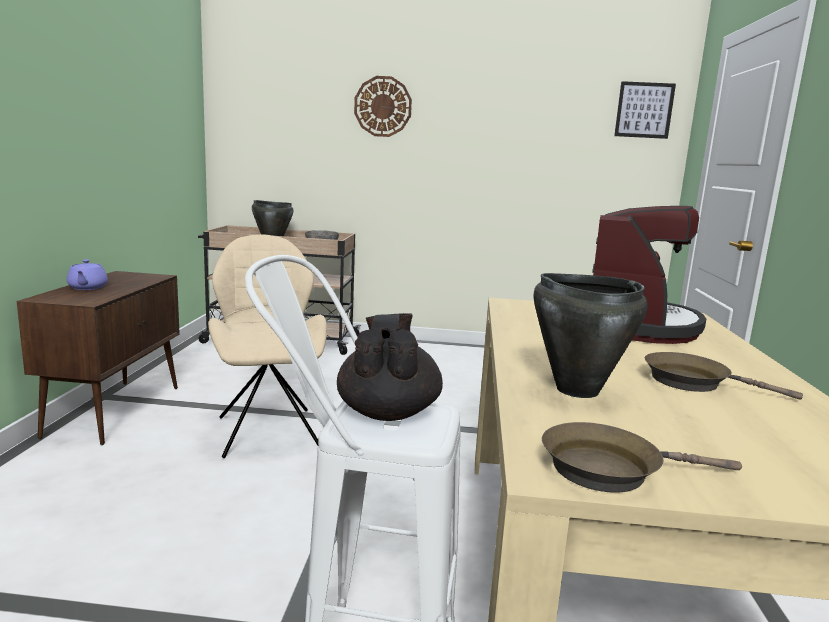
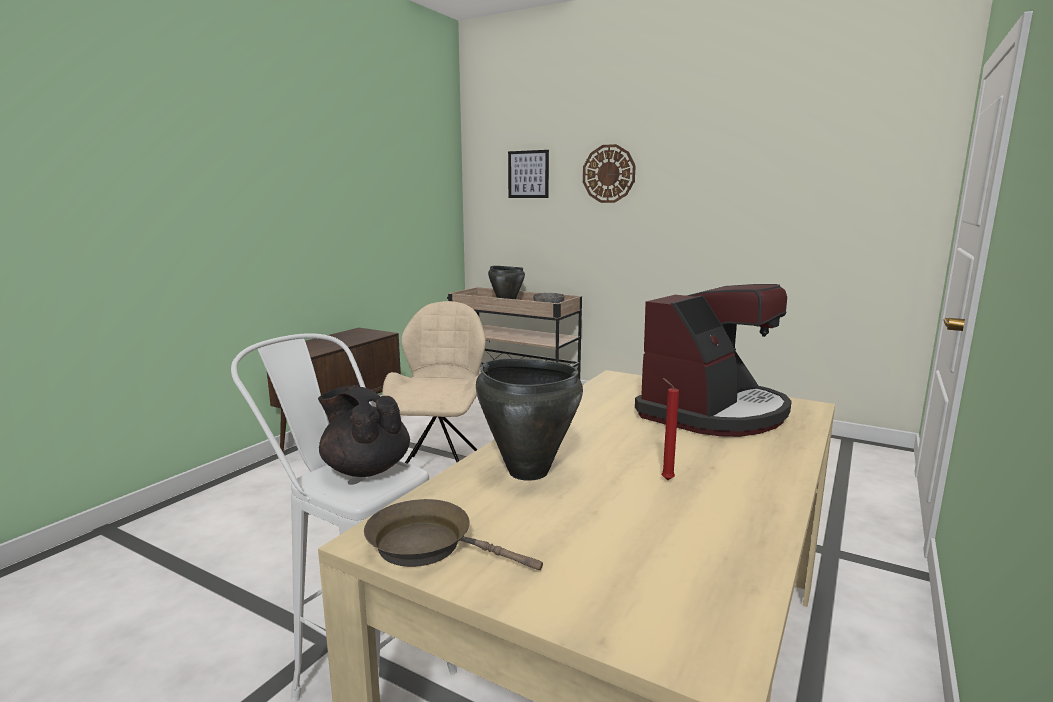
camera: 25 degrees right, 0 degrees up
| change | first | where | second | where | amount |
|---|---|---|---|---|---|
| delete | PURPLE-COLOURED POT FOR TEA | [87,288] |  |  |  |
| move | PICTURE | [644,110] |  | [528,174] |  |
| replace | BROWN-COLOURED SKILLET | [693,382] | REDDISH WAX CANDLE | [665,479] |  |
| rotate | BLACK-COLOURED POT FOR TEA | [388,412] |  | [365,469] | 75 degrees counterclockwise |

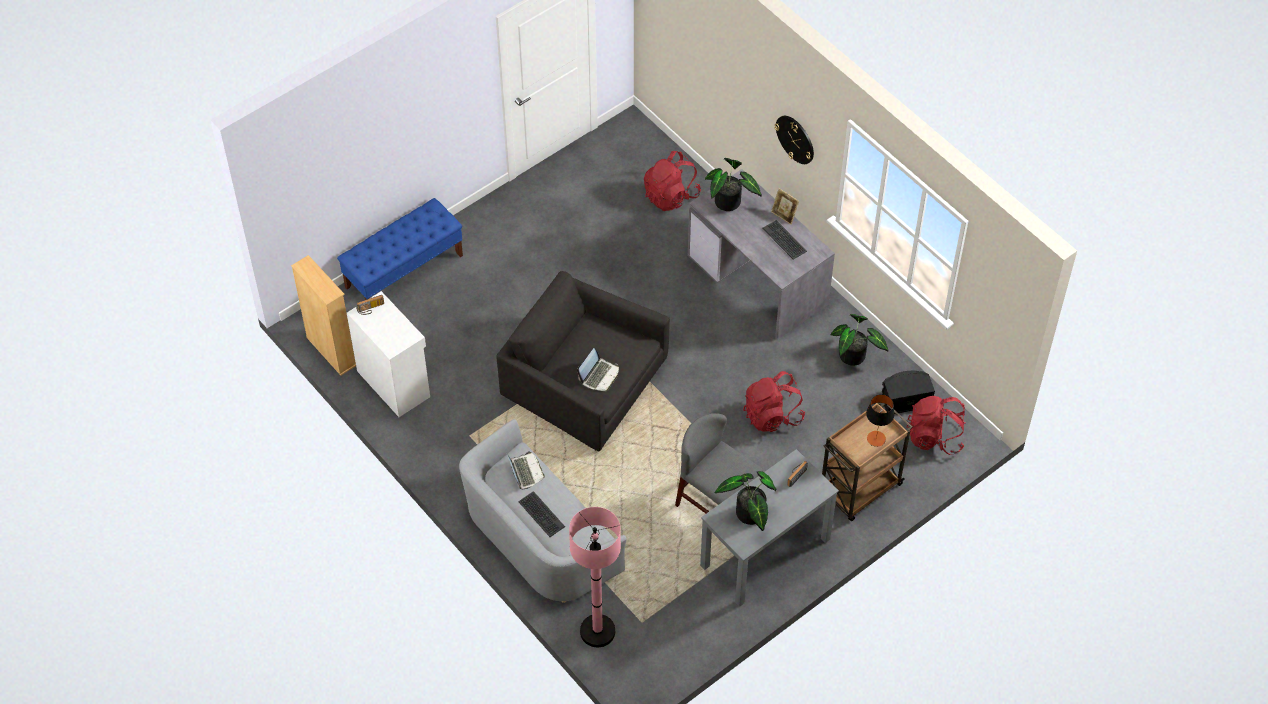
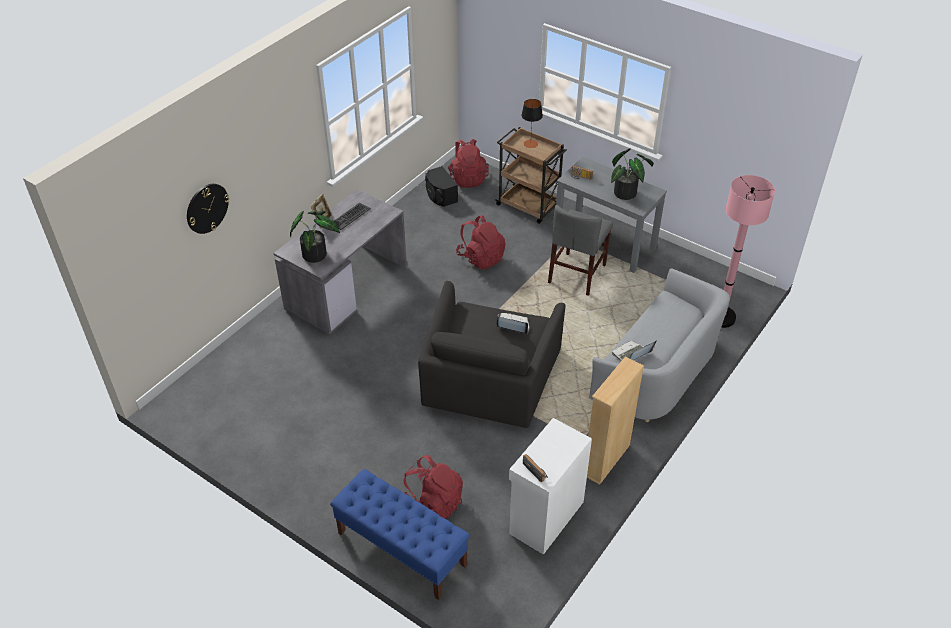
camera: 105 degrees left, 10 degrees down
| change | first | where | second | where | amount |
|---|---|---|---|---|---|
| delete | PC KEYBOARD | [541,514] |  |  |  |
| delete | POTTED PLANT | [854,357] |  |  |  |
| move | BEIGE-COLOURED SHELVING UNIT | [331,351] |  | [606,460] |  |
| move | REDDISH BACKPACK | [671,196] |  | [433,502] |  |
| move | CLOCK ON THE WALL | [795,139] |  | [207,208] |  |

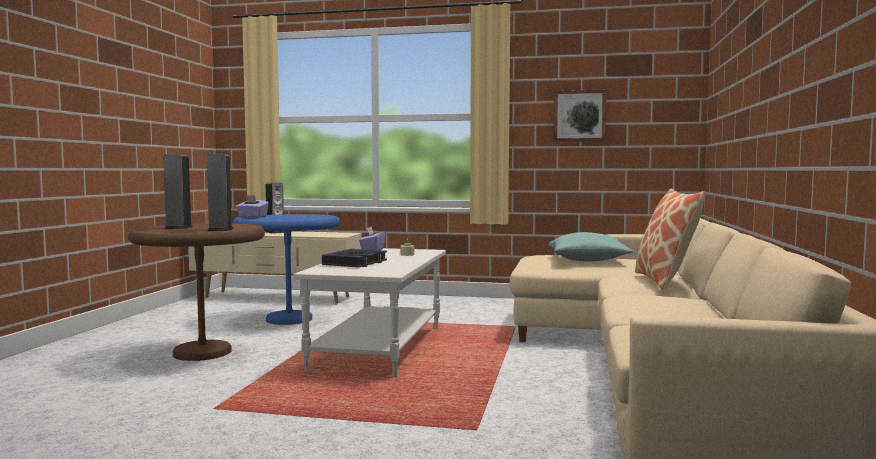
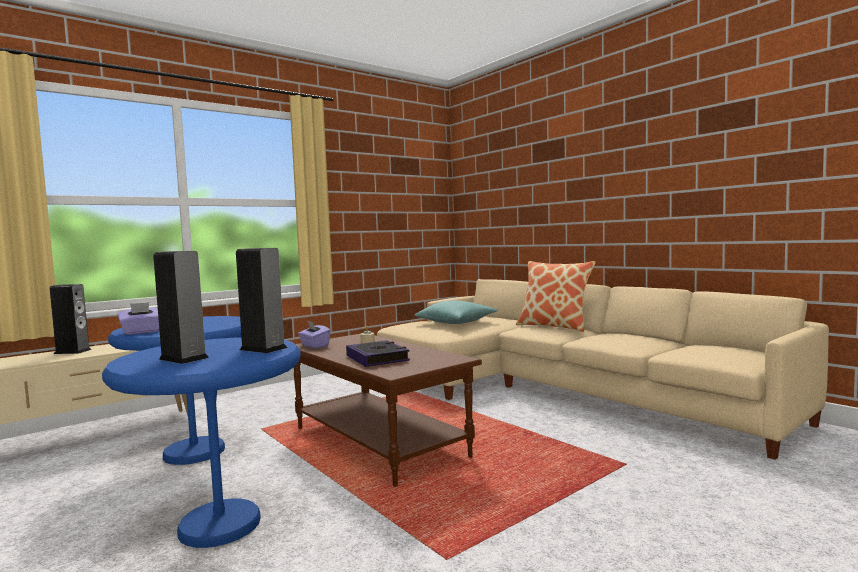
camera: 50 degrees left, 0 degrees up
| change | first | where | second | where | amount |
|---|---|---|---|---|---|
| delete | PICTURE | [579,116] |  |  |  |
| recolor | BROWN-COLOURED END TABLE | [202,352] | BLUE END TABLE | [220,525] |  |
| recolor | WHITE-COLOURED COFFEE TABLE | [380,348] | BROWN-COLOURED COFFEE TABLE | [380,442] |  |

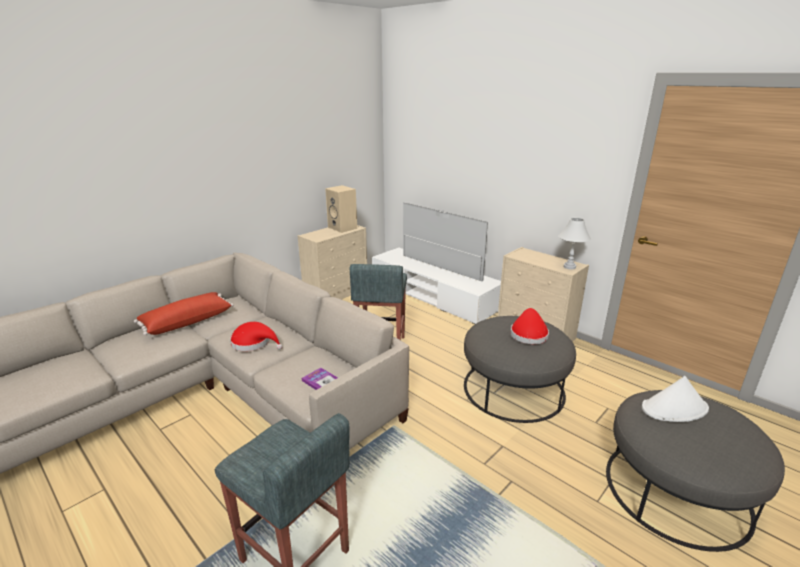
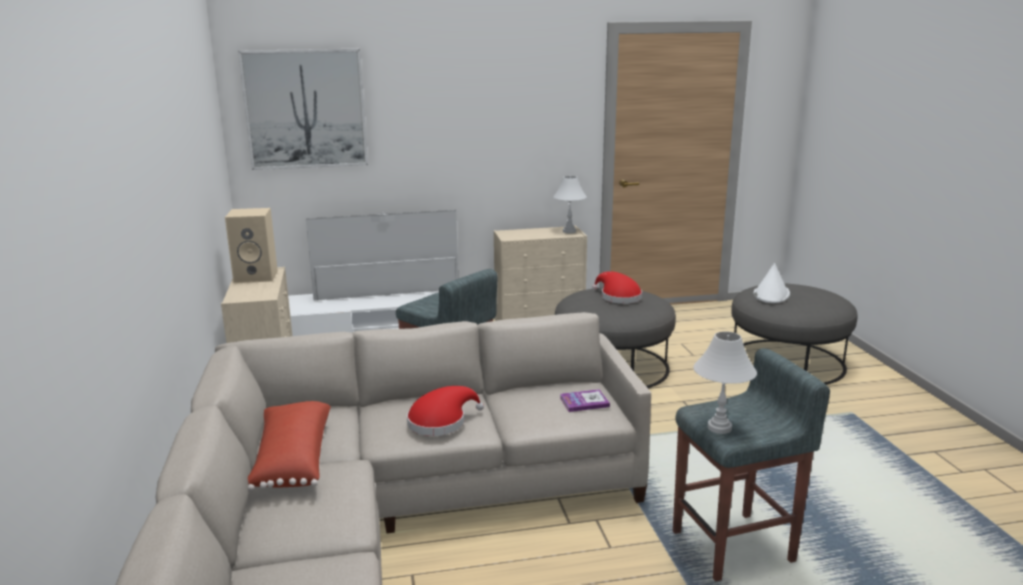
camera: 55 degrees left, 5 degrees down
| change | first | where | second | where | amount |
|---|---|---|---|---|---|
| insert |  |  | PICTURE | [305,109] |  |
| insert |  |  | WHITE-COLOURED TABLETOP LAMP | [719,427] |  |

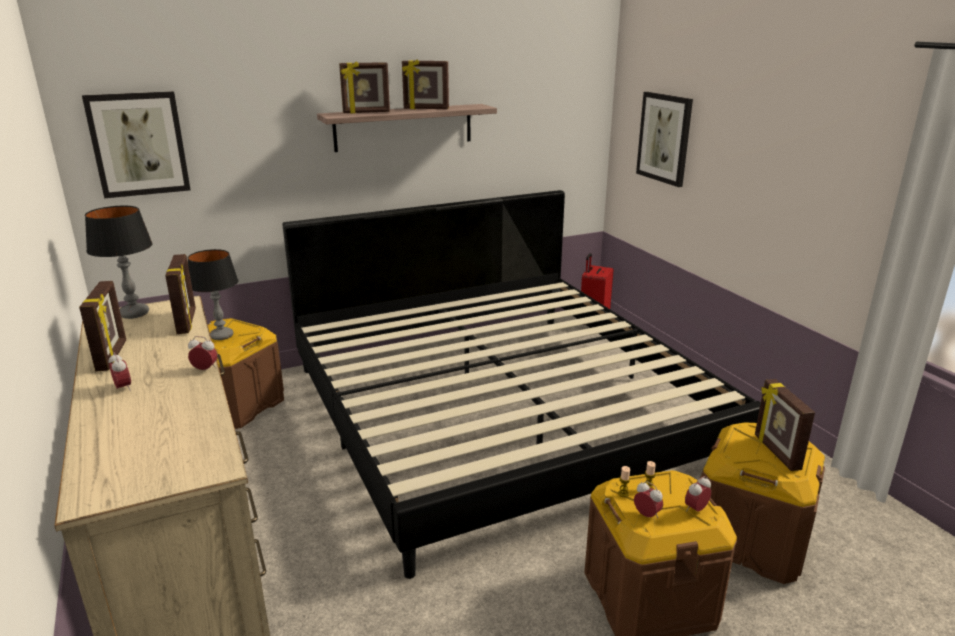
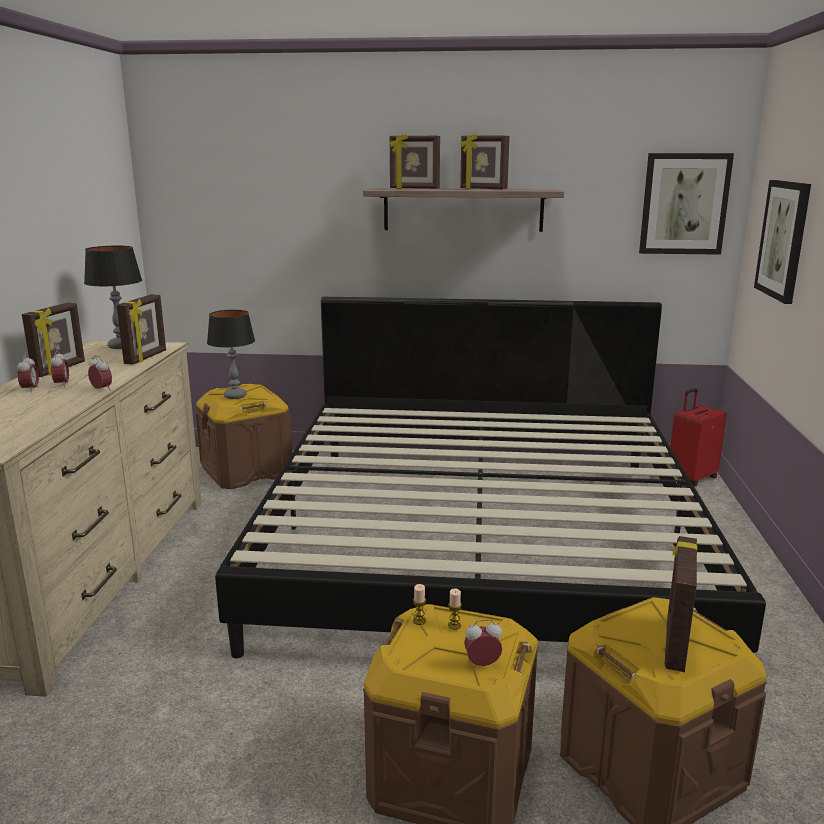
camera: 30 degrees right, 5 degrees down
| change | first | where | second | where | amount |
|---|---|---|---|---|---|
| move | PICTURE | [138,144] |  | [684,204] |  |
| move | BEDSIDE CLOCK | [647,515] |  | [62,385] |  |

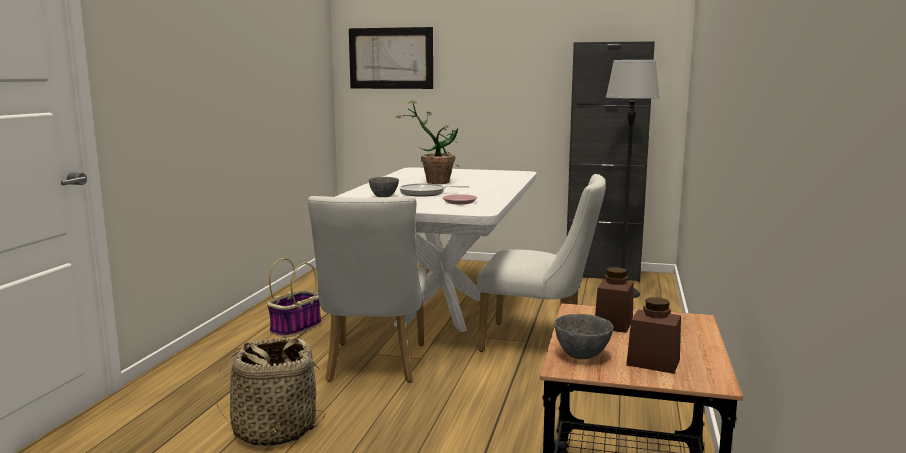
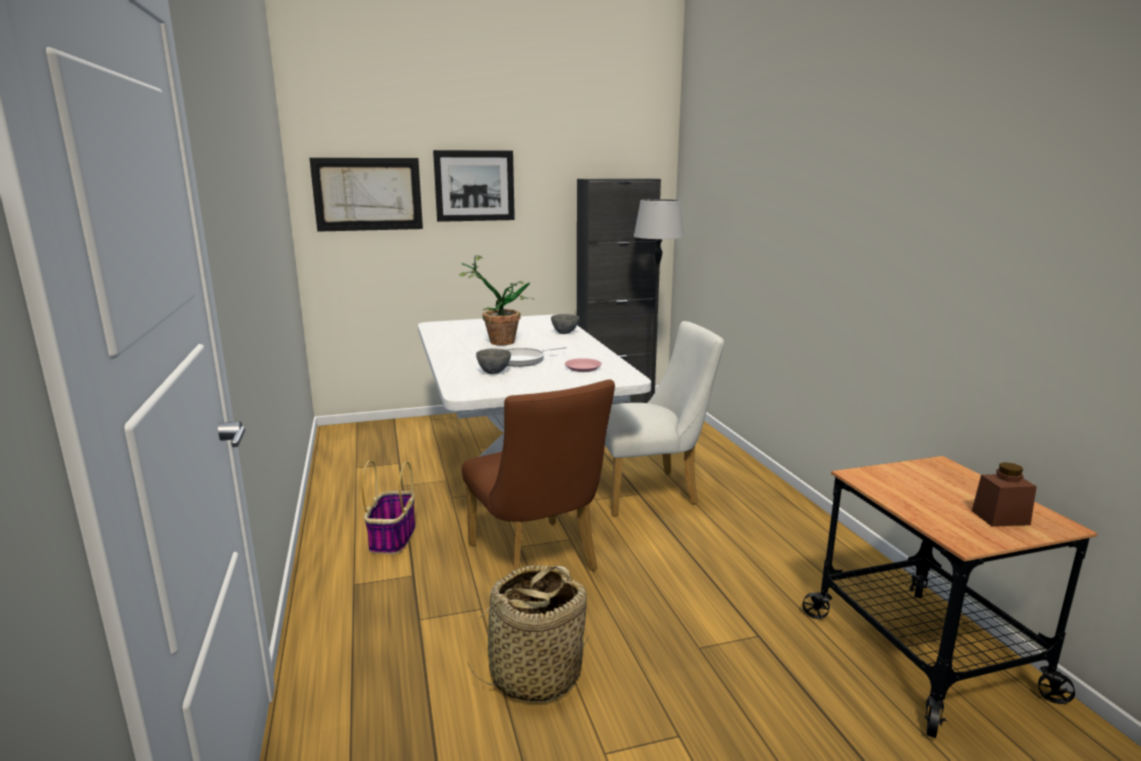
camera: 30 degrees left, 5 degrees up
| change | first | where | second | where | amount |
|---|---|---|---|---|---|
| delete | BROWN-COLOURED STORAGE JAR | [613,323] |  |  |  |
| insert |  |  | PICTURE | [474,186] |  |
| move | GRAY BOWL | [582,356] |  | [565,333] |  |
| recolor | WHITE-COLOURED CHAIR | [374,366] | BROWN-COLOURED CHAIR | [537,562] |  |

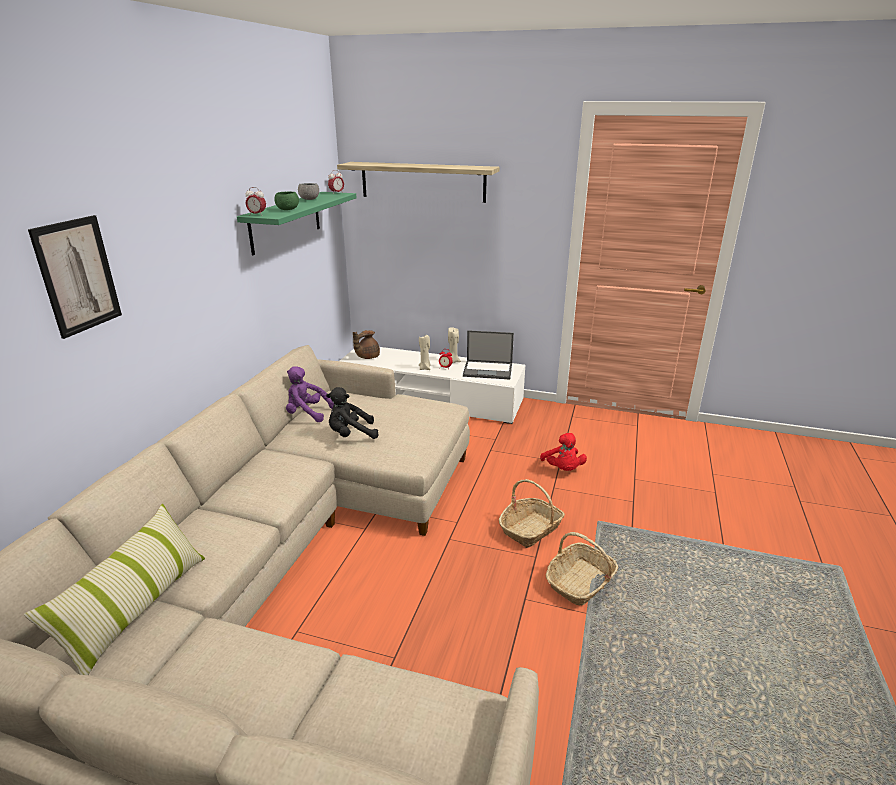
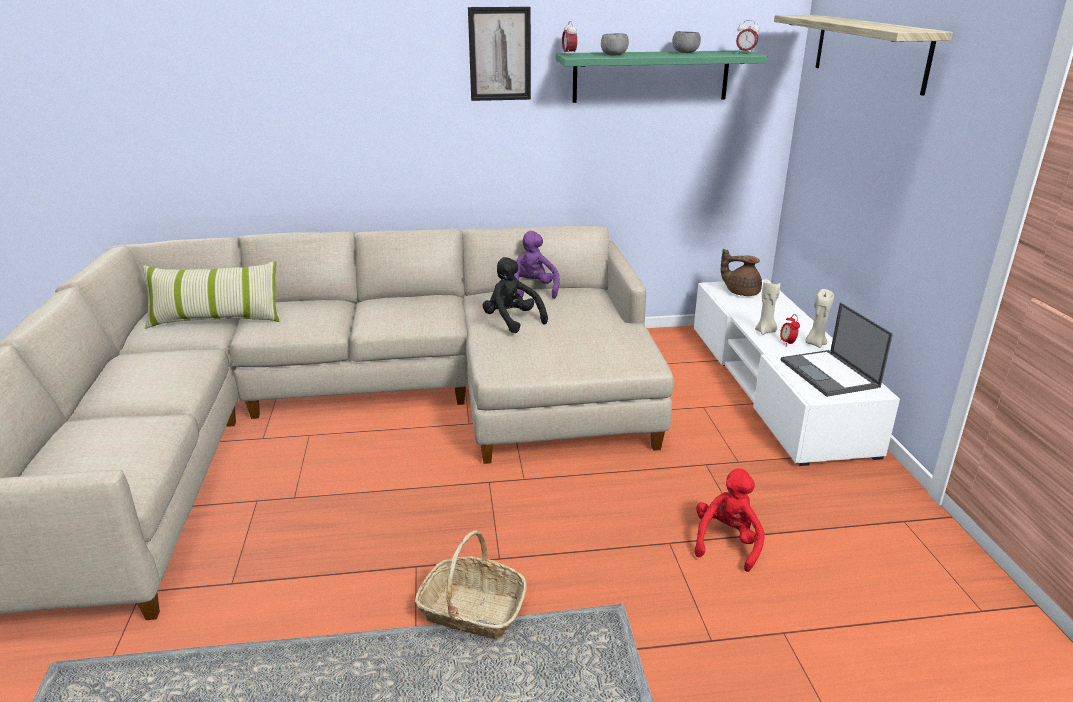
camera: 65 degrees right, 0 degrees up
| change | first | where | second | where | amount |
|---|---|---|---|---|---|
| delete | BASKET | [531,529] |  |  |  |
| move | PICTURE | [77,276] |  | [500,54] |  |
| recolor | GREEN BOWL | [287,209] | GRAY BOWL | [614,55] |  |
| rotate | REDDISH SOFT TOY | [562,469] |  | [727,542] | 150 degrees clockwise |

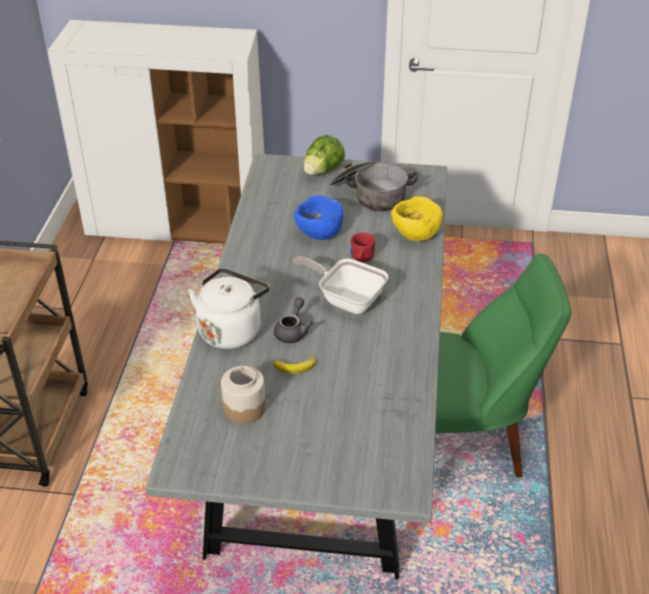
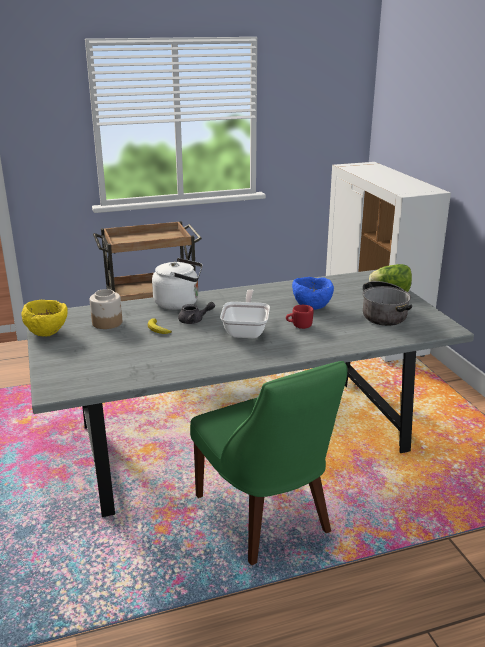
camera: 65 degrees right, 15 degrees down
| change | first | where | second | where | amount |
|---|---|---|---|---|---|
| move | YELLOW BOWL | [415,235] |  | [48,332] |  |

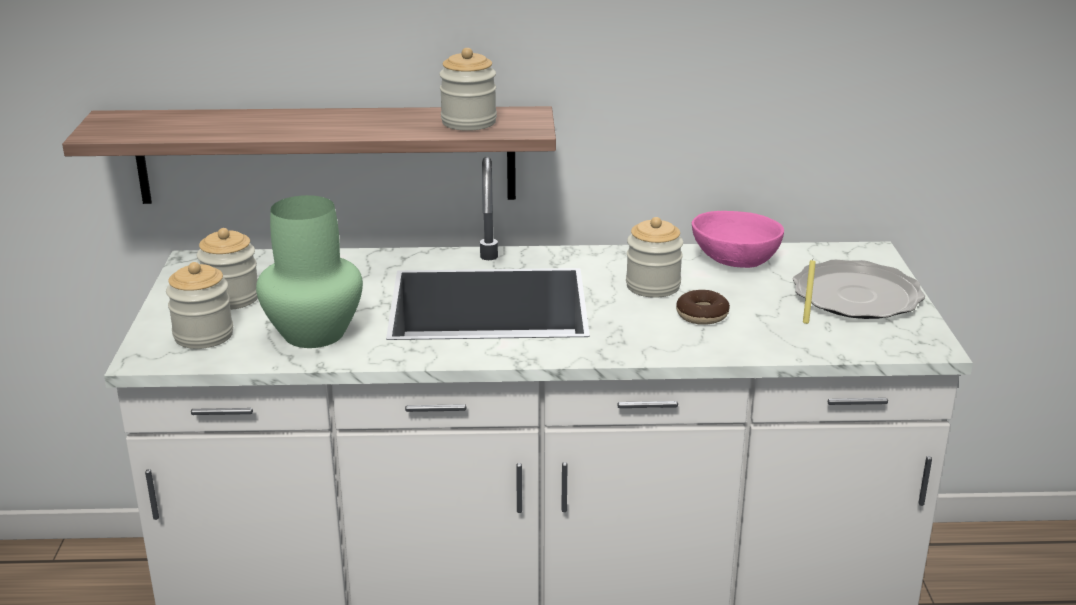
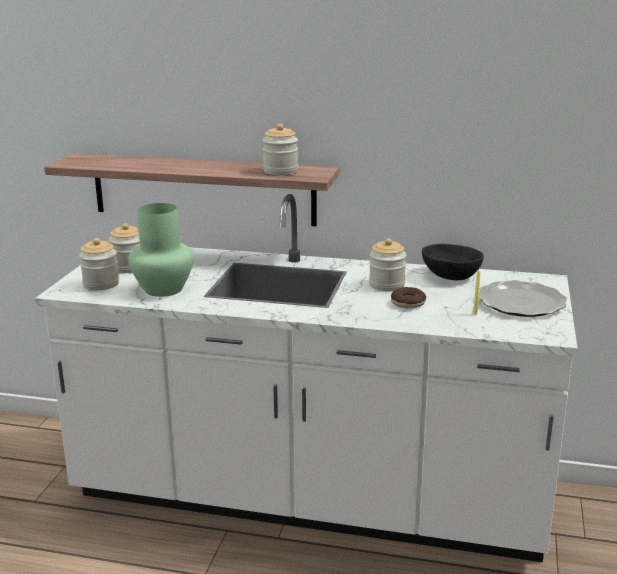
camera: 15 degrees right, 5 degrees down
| change | first | where | second | where | amount |
|---|---|---|---|---|---|
| recolor | PINK BOWL | [735,261] | BLACK-COLOURED BOWL | [451,276] |  |

